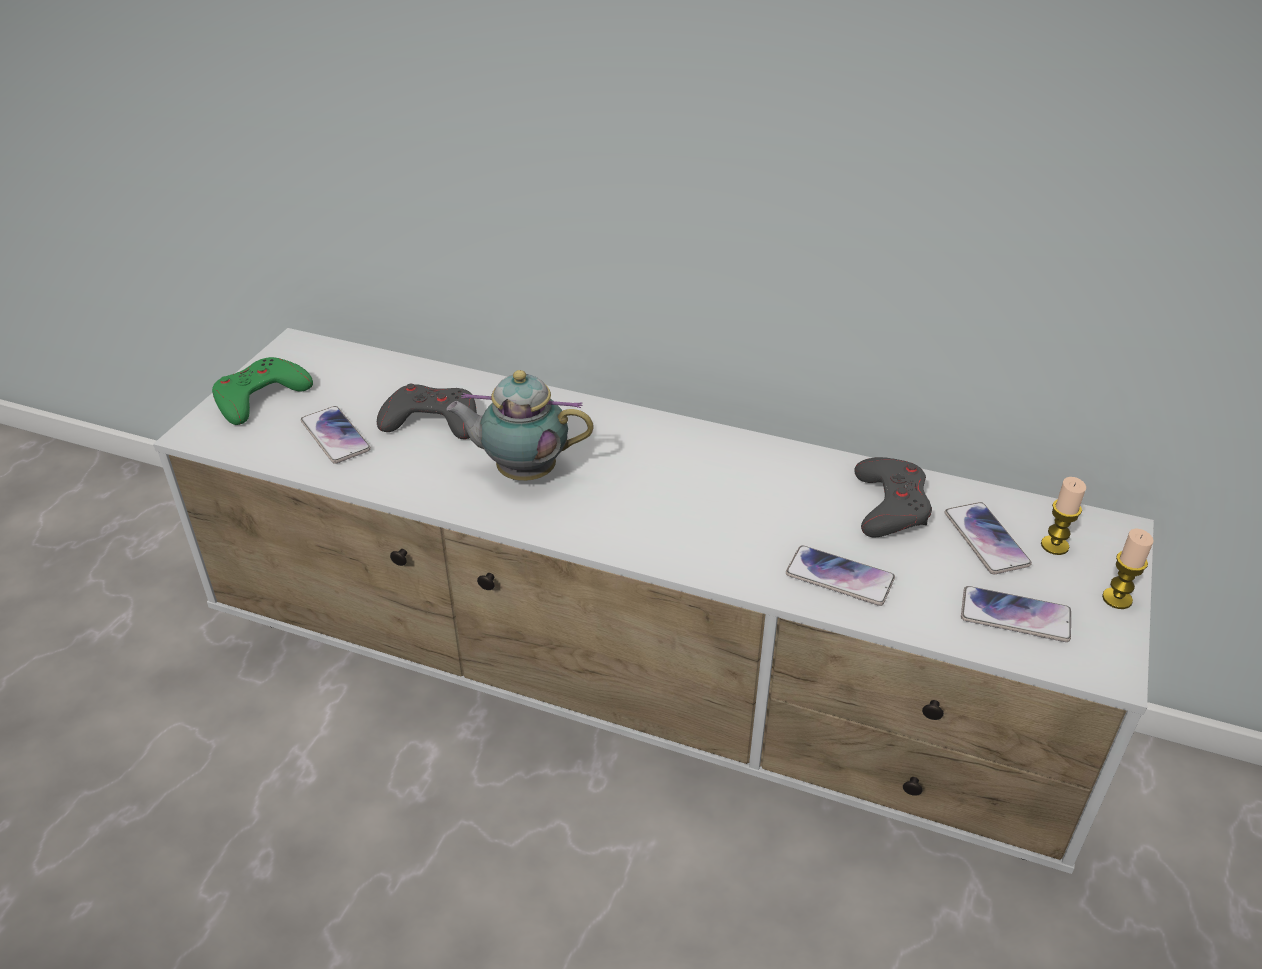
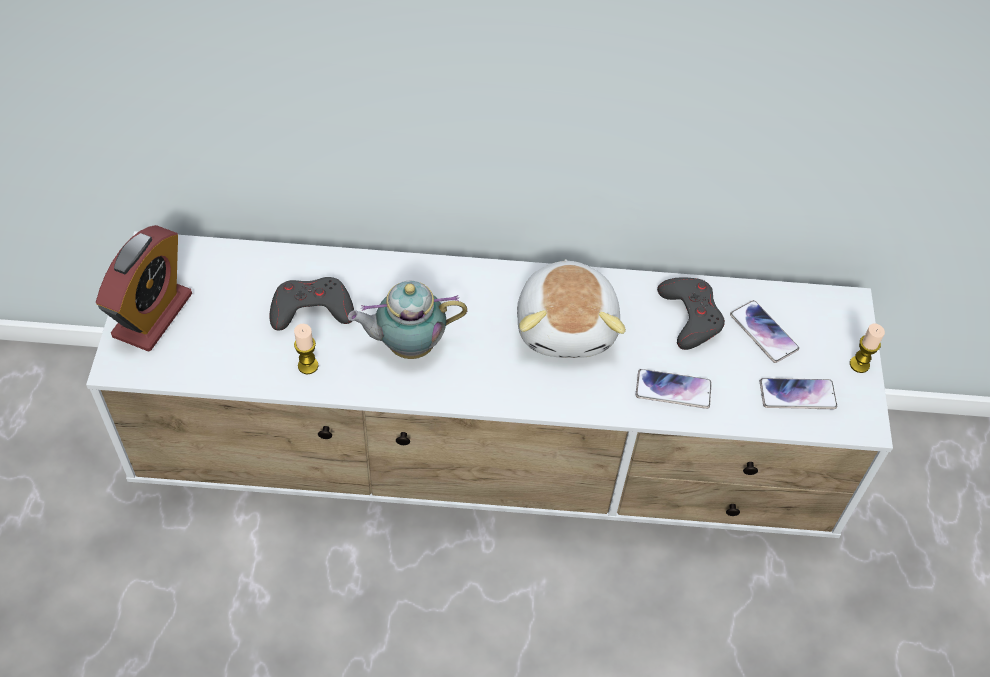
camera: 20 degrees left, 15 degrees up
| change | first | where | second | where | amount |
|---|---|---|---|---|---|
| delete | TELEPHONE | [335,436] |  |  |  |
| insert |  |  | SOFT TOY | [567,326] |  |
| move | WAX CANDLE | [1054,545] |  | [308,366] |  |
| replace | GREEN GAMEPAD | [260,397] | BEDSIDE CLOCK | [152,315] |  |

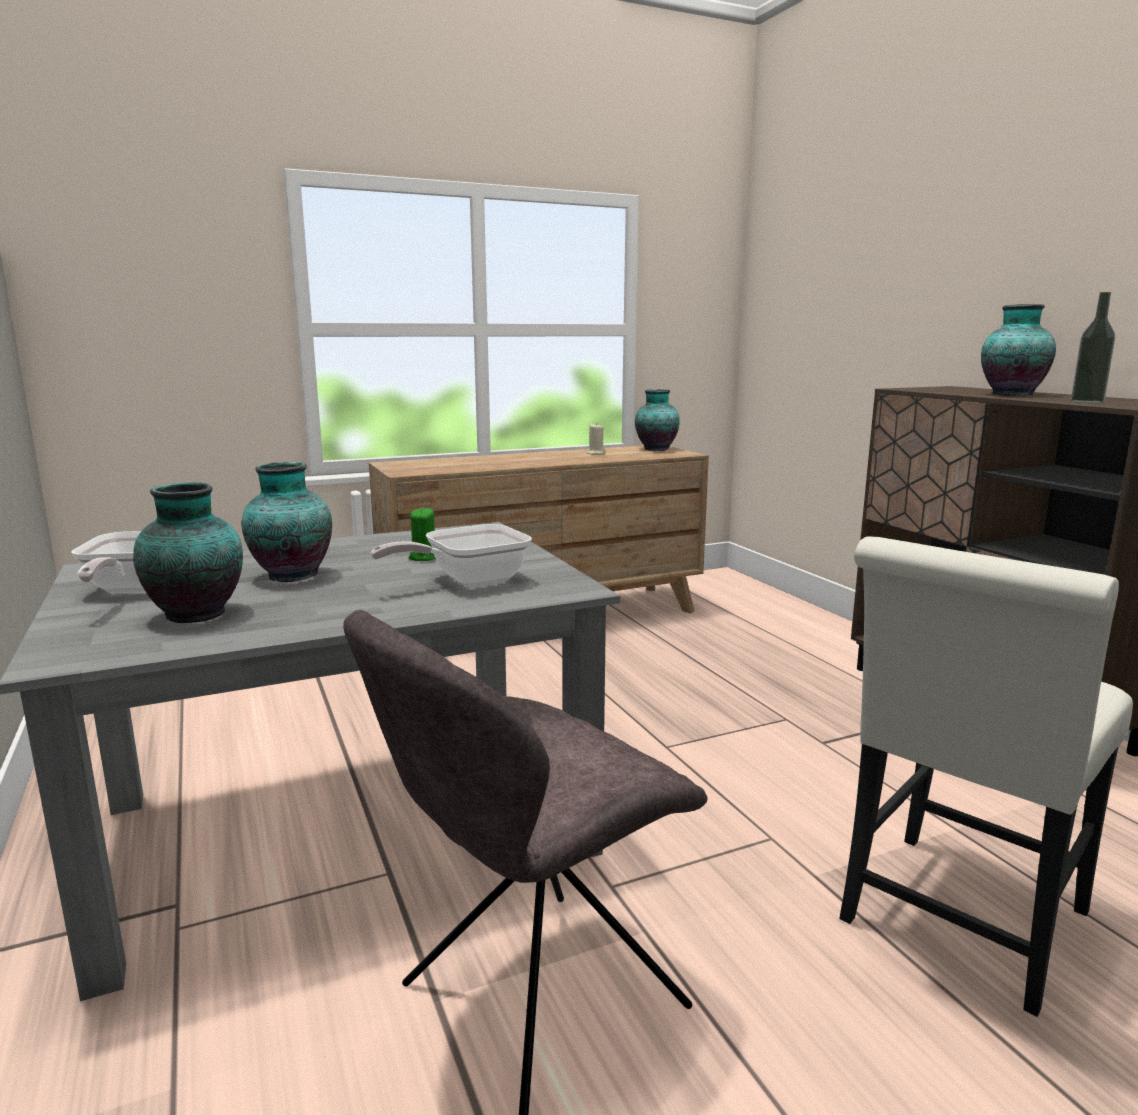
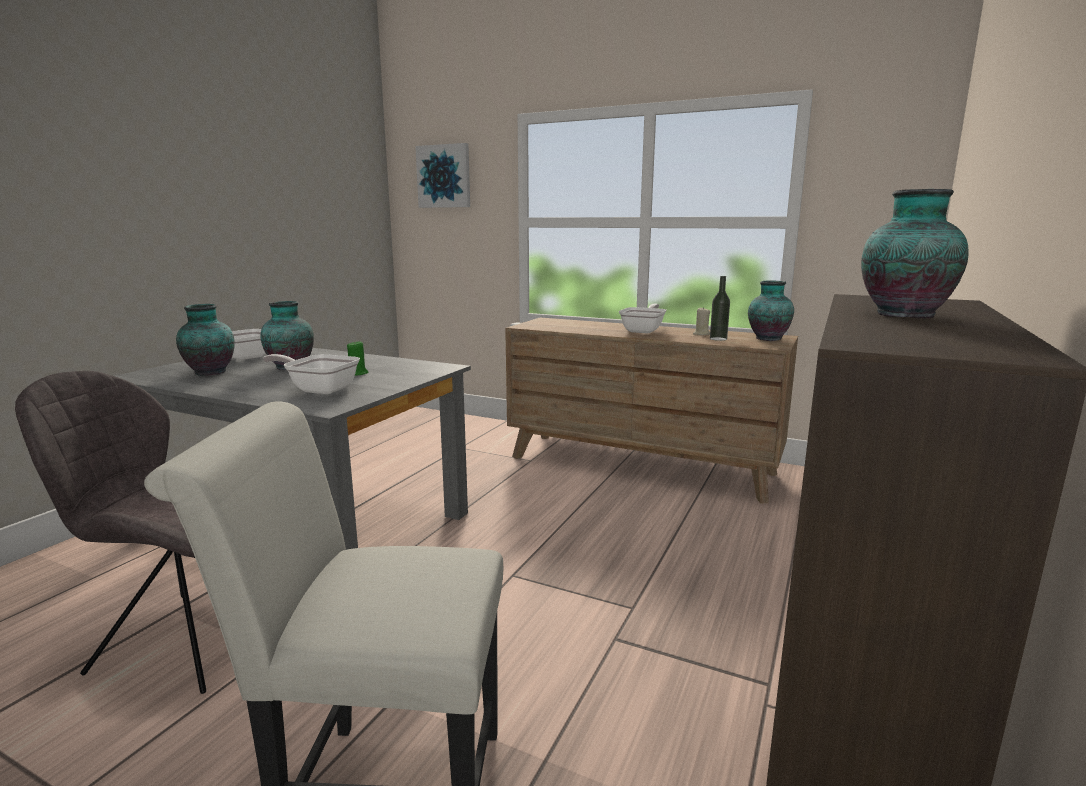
camera: 50 degrees right, 0 degrees up
| change | first | where | second | where | amount |
|---|---|---|---|---|---|
| insert |  |  | PICTURE | [444,176] |  |
| insert |  |  | SKILLET | [644,330] |  |
| move | BOTTLE | [1087,402] |  | [718,339] |  |

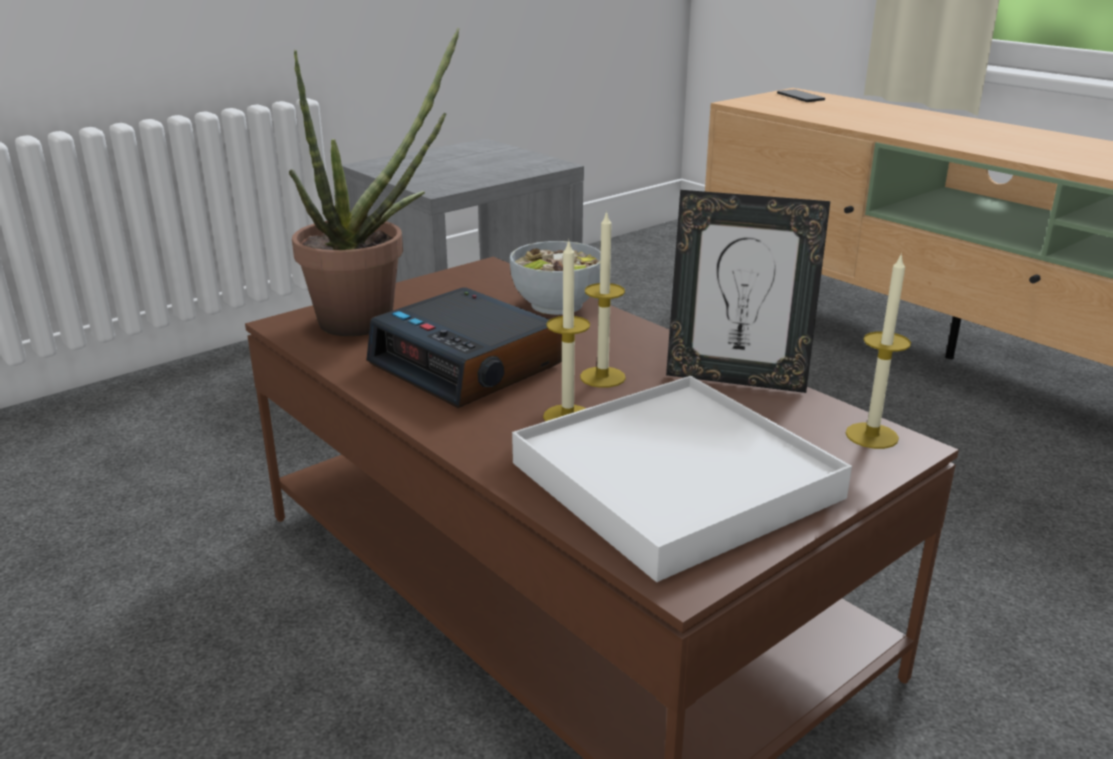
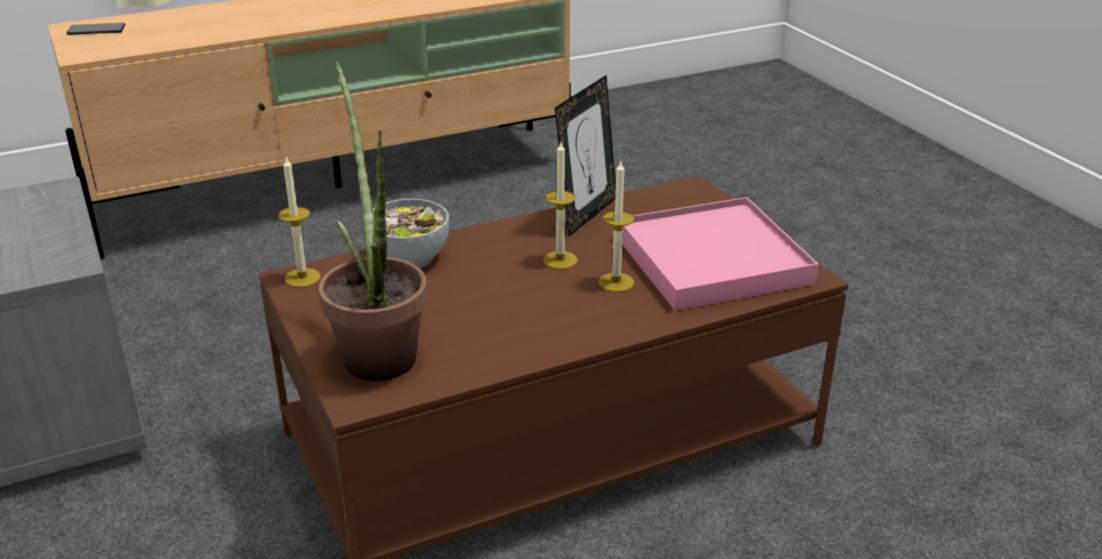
camera: 75 degrees left, 5 degrees up
| change | first | where | second | where | amount |
|---|---|---|---|---|---|
| delete | BEDSIDE CLOCK | [468,364] |  |  |  |
| move | WAX CANDLE | [871,436] |  | [302,278] |  |
| recolor | WHITE-COLOURED TRAY | [674,480] | PINK TRAY | [711,260] |  |

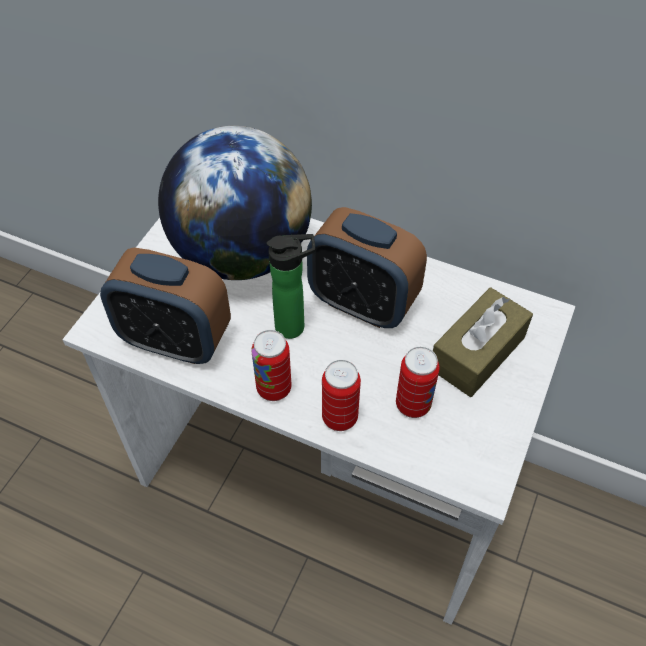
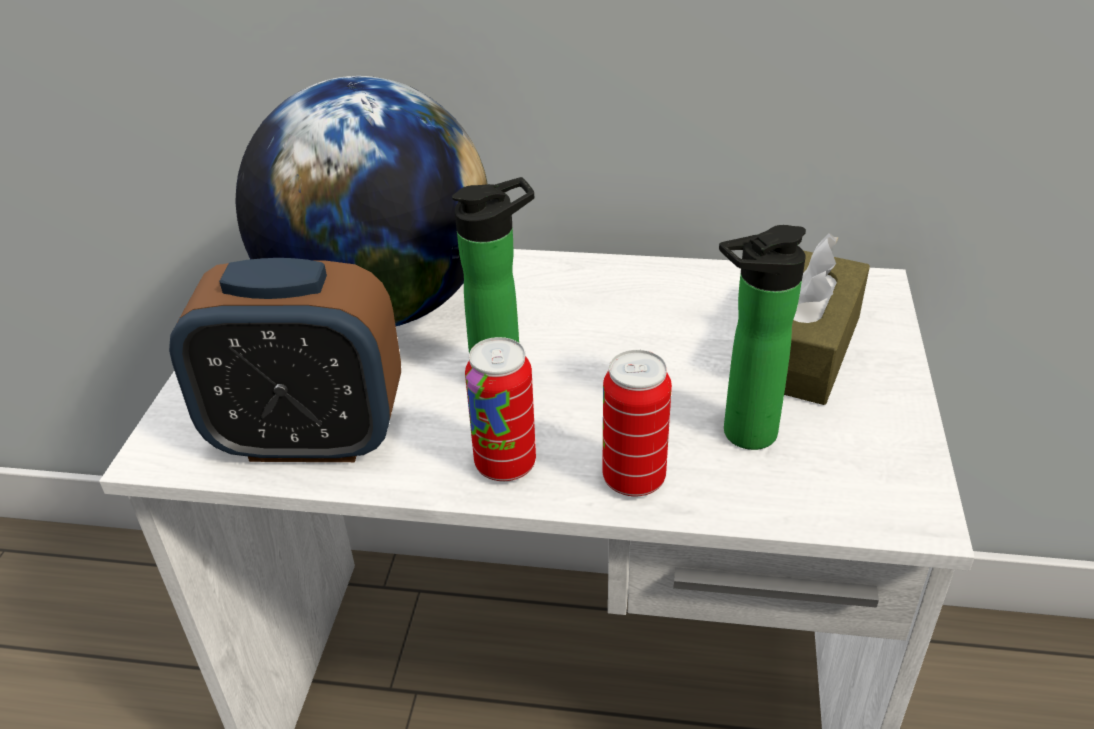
camera: 15 degrees left, 15 degrees down
| change | first | where | second | where | amount |
|---|---|---|---|---|---|
| delete | BEDSIDE CLOCK | [362,303] |  |  |  |
| replace | CAN | [413,404] | BOTTLE | [742,435] |  |

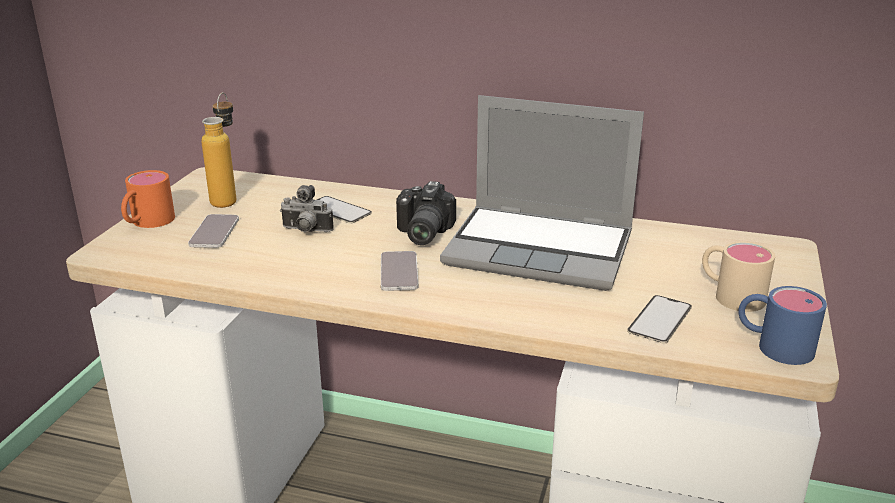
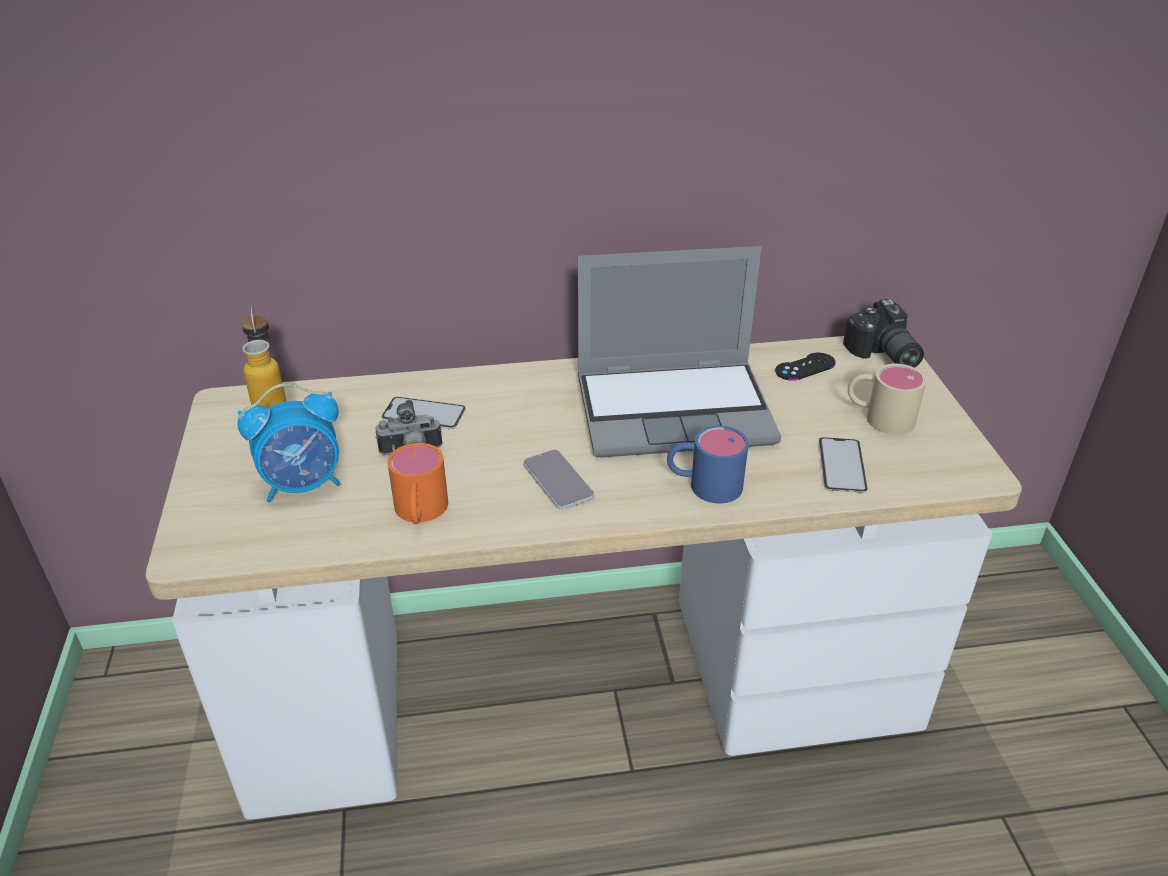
camera: 25 degrees left, 10 degrees up
| change | first | where | second | where | amount |
|---|---|---|---|---|---|
| insert |  |  | BLACK-COLOURED GAMEPAD | [805,367] |  |
| move | ORANGE-COLOURED TEA MUG | [147,223] |  | [420,513] |  |
| move | PHOTO CAMERA | [421,233] |  | [882,355] |  |
| move | BLUE TEA MUG | [773,345] |  | [704,485] |  |
| replace | TELEPHONE | [214,232] | BEDSIDE CLOCK | [304,484] |  |

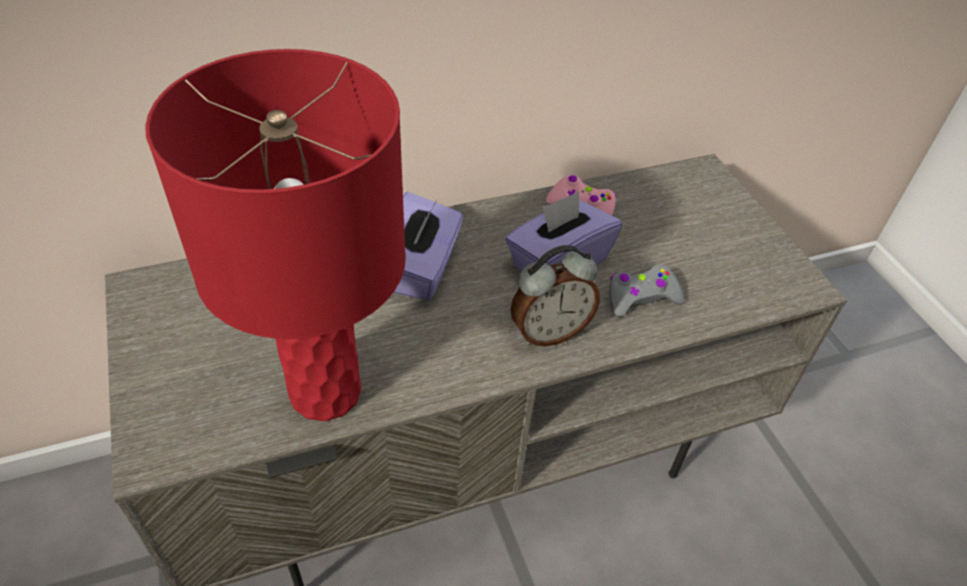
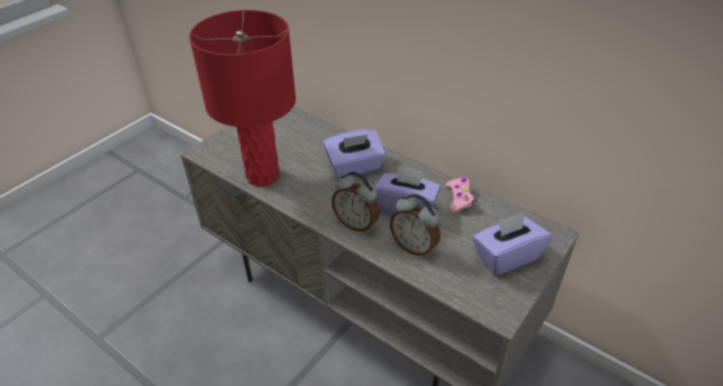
camera: 60 degrees right, 5 degrees down
| change | first | where | second | where | amount |
|---|---|---|---|---|---|
| insert |  |  | PURPLE-COLOURED TISSUE BOX | [506,256] |  |
| replace | GRAY GAMEPAD | [641,297] | BEDSIDE CLOCK | [414,246] |  |

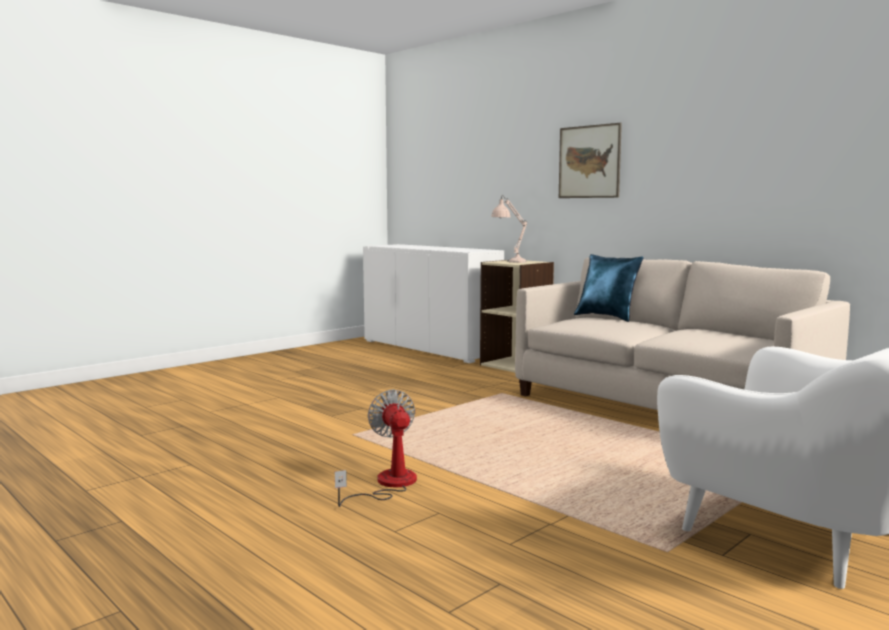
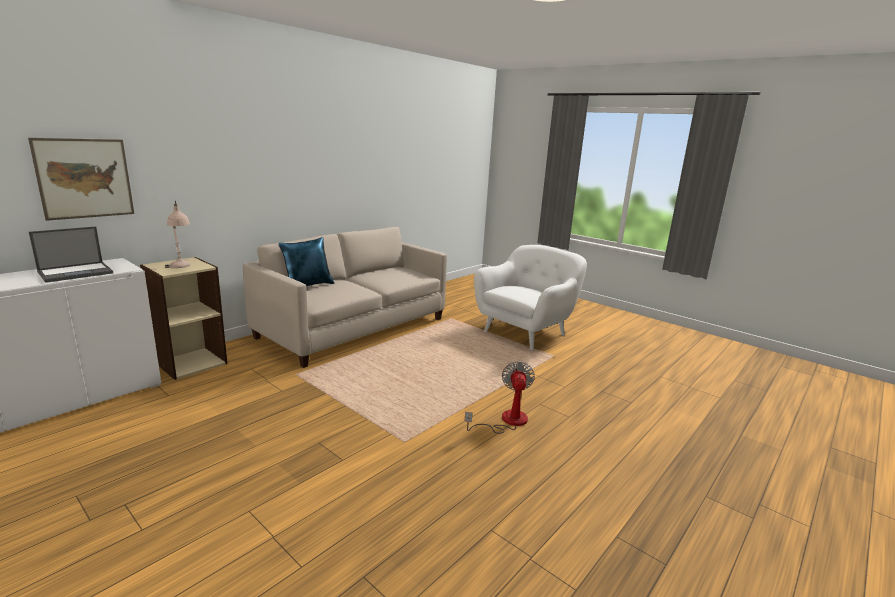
camera: 95 degrees left, 10 degrees up
| change | first | where | second | where | amount |
|---|---|---|---|---|---|
| insert |  |  | PORTABLE COMPUTER | [76,272] |  |
| move | PICTURE | [589,162] |  | [85,178] |  |
| rotate | COOLING FAN | [387,485] |  | [506,421] | 120 degrees clockwise |

